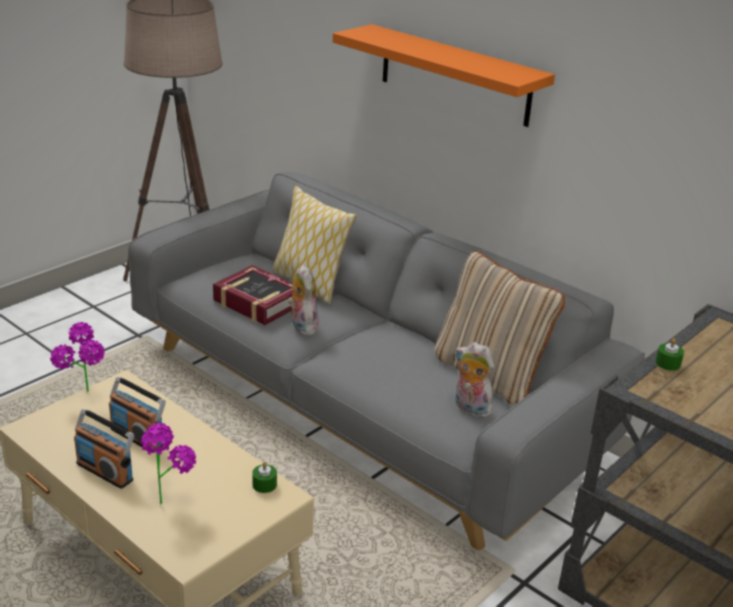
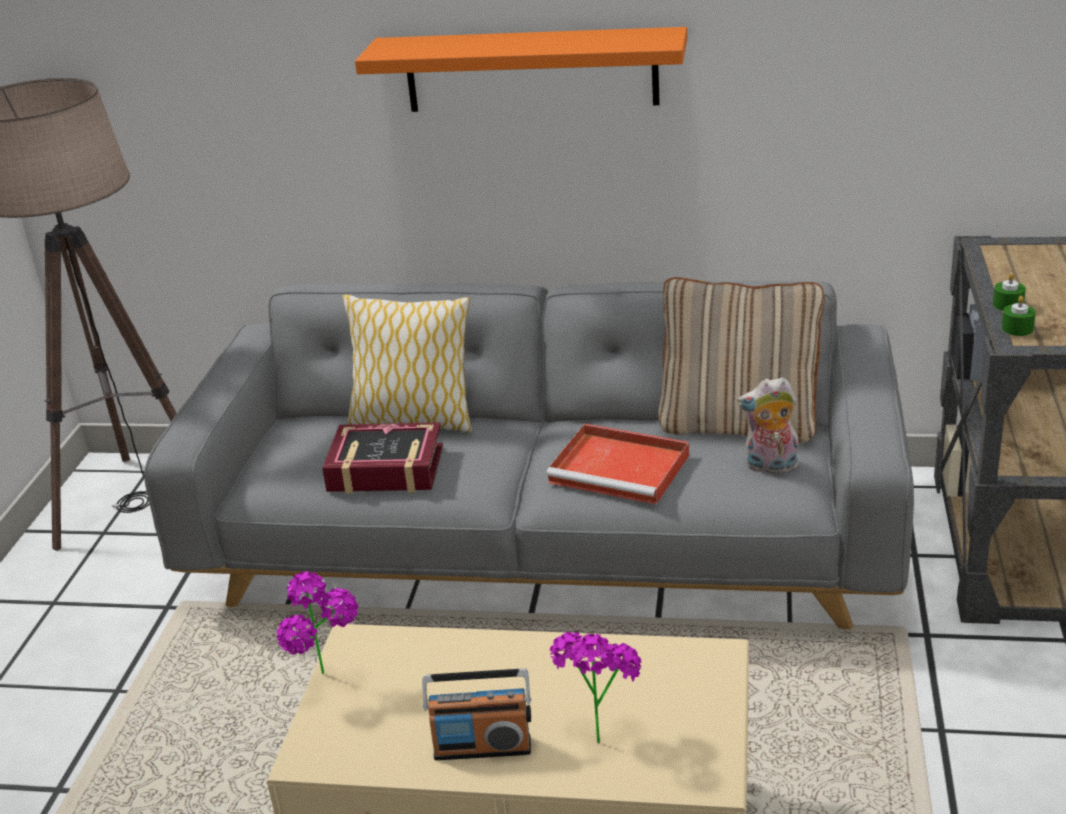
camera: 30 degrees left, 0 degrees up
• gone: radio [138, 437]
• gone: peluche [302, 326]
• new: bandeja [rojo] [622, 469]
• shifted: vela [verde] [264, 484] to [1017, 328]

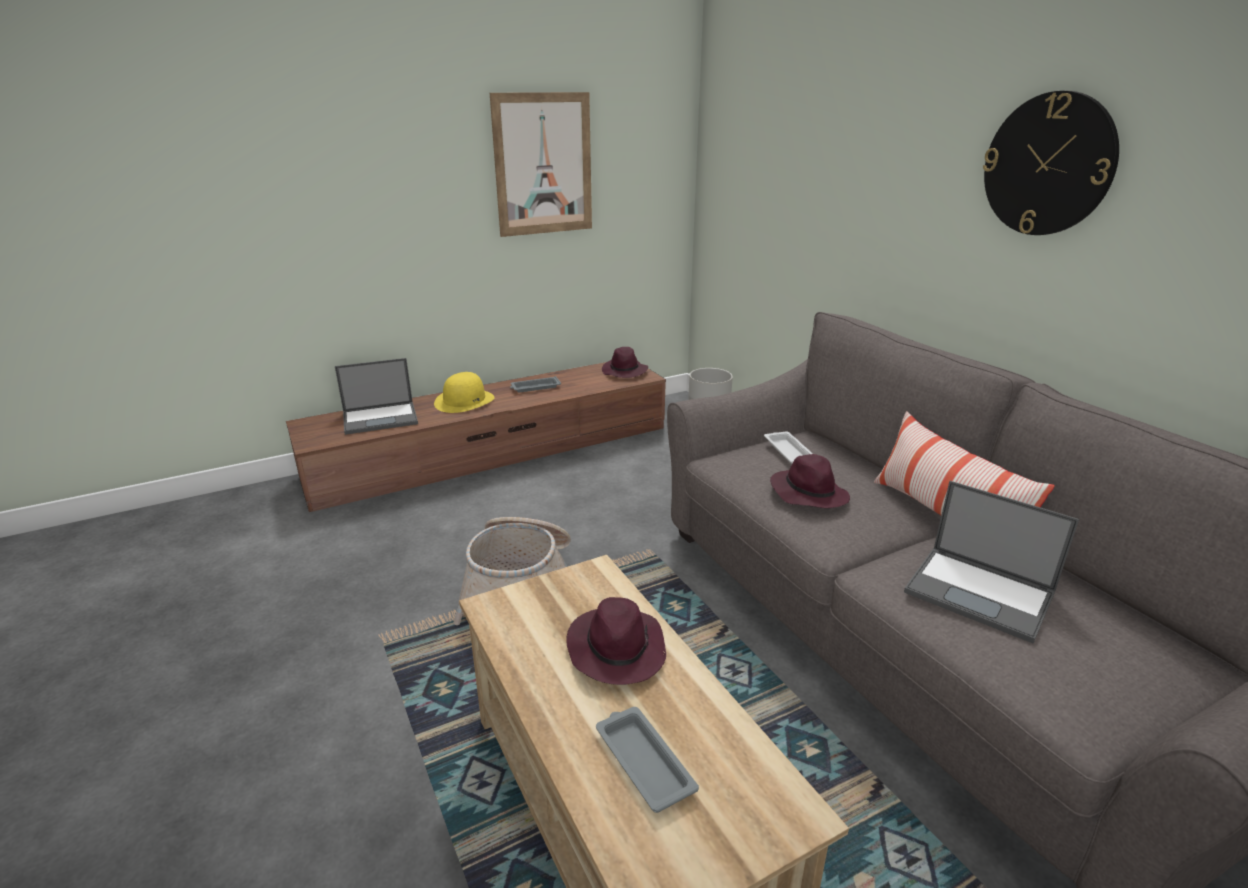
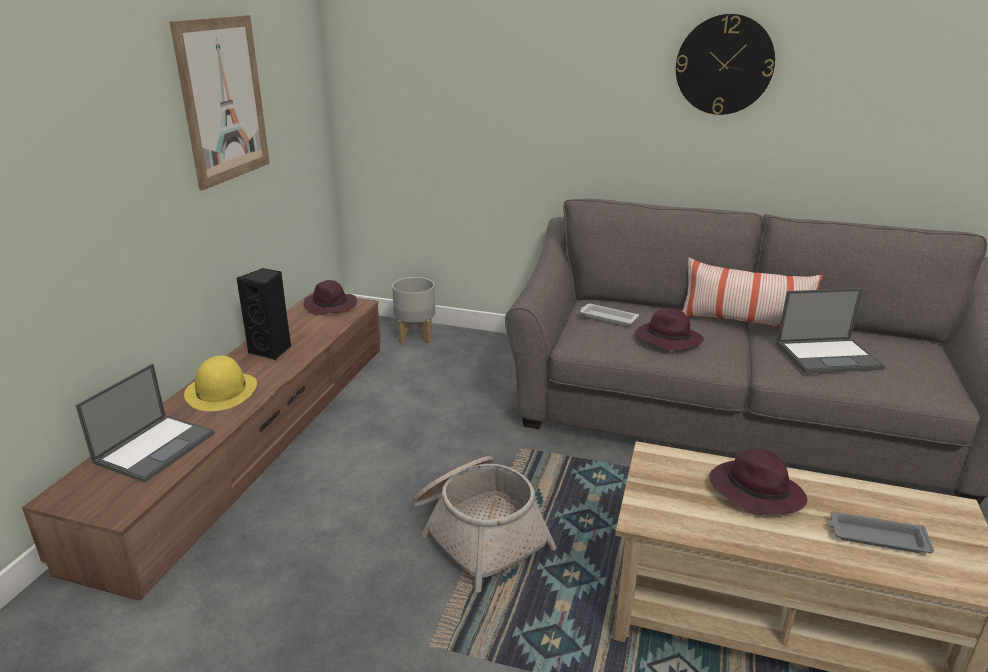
camera: 45 degrees left, 0 degrees up
• swapped: bandeja [gris] [535, 387] to altavoz [negro] [272, 350]

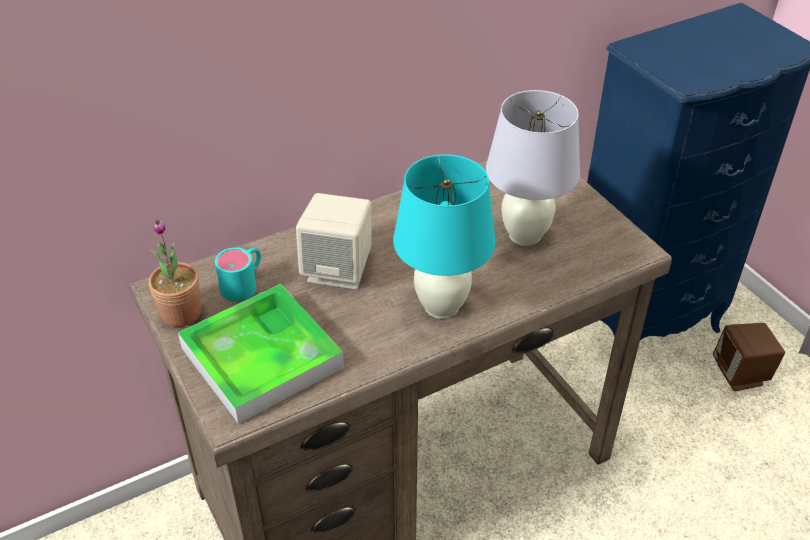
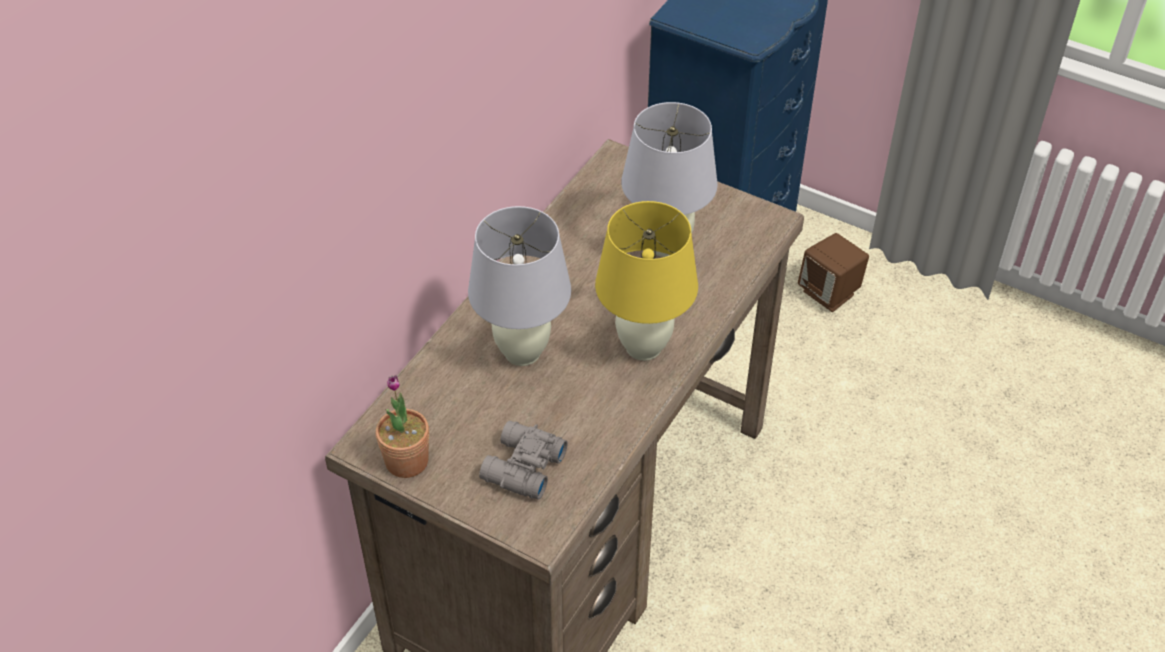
camera: 30 degrees left, 5 degrees up
• gone: taza grande [turquesa] [244, 283]
• swapped: bandeja [262, 358] to prismáticos [gris] [521, 468]
• swapped: altavoz [beis] [338, 270] to lámpara de mesa [blanco] [522, 352]
• repainted: lámpara de mesa [turquesa] [442, 306] to lámpara de mesa [amarillo] [644, 347]

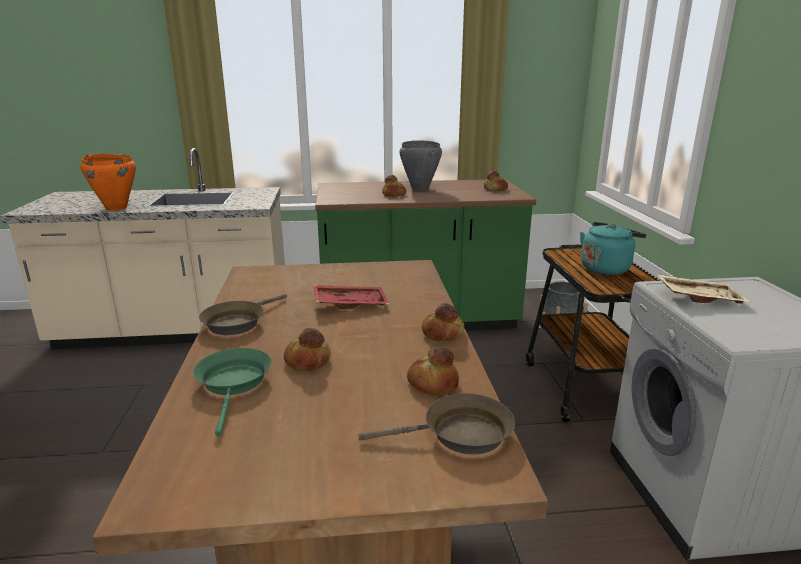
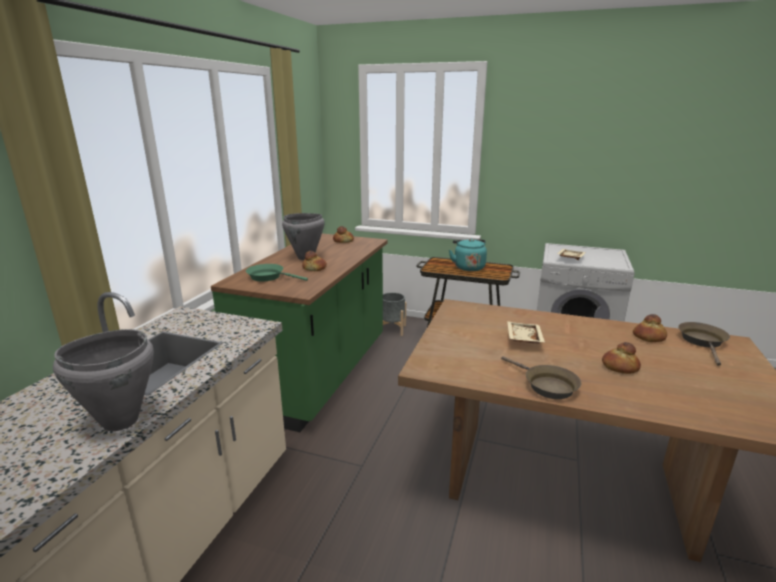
camera: 65 degrees left, 0 degrees up
• gone: pan [442, 333]
• shifted: sartén [verde] [234, 384] to [269, 277]
• repainted: olla [naranja] [116, 208] to olla [gris] [120, 421]
• repainted: bandeja [rojo] [350, 303] to bandeja [beis] [522, 339]

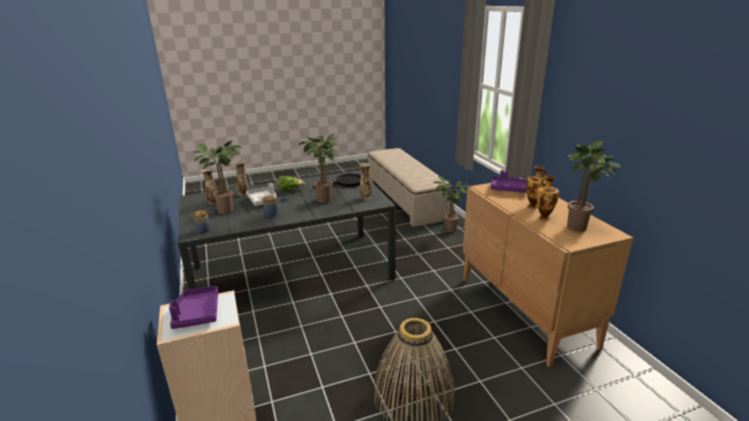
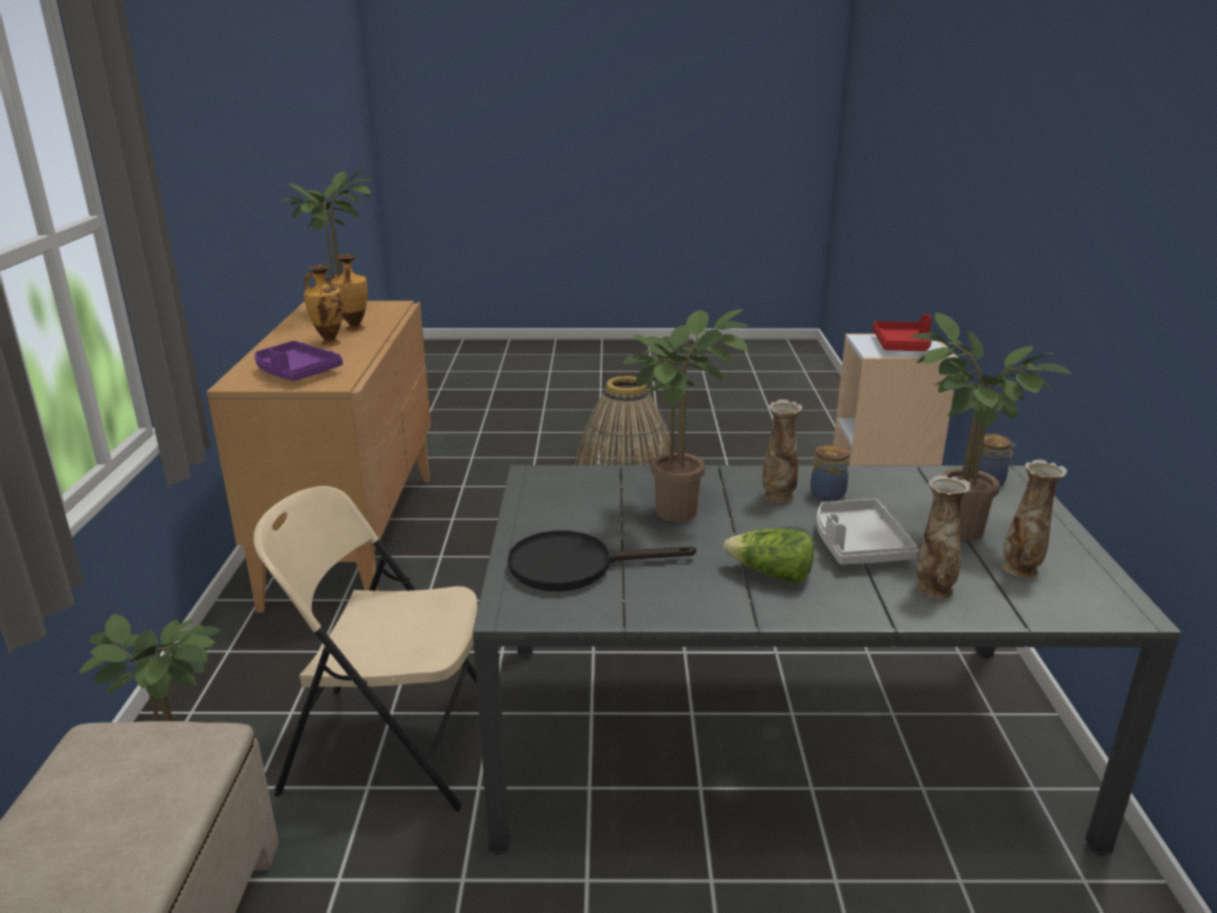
camera: 160 degrees left, 0 degrees up
• new: silla [beis] [392, 744]
• shifted: florero [366, 197] to [778, 497]
• repainted: bandeja [morado] [197, 313] to bandeja [rojo] [902, 346]

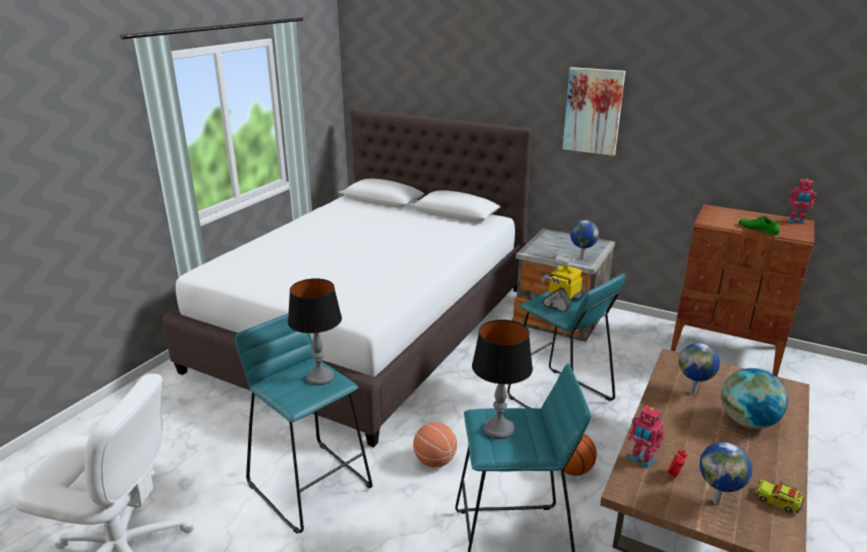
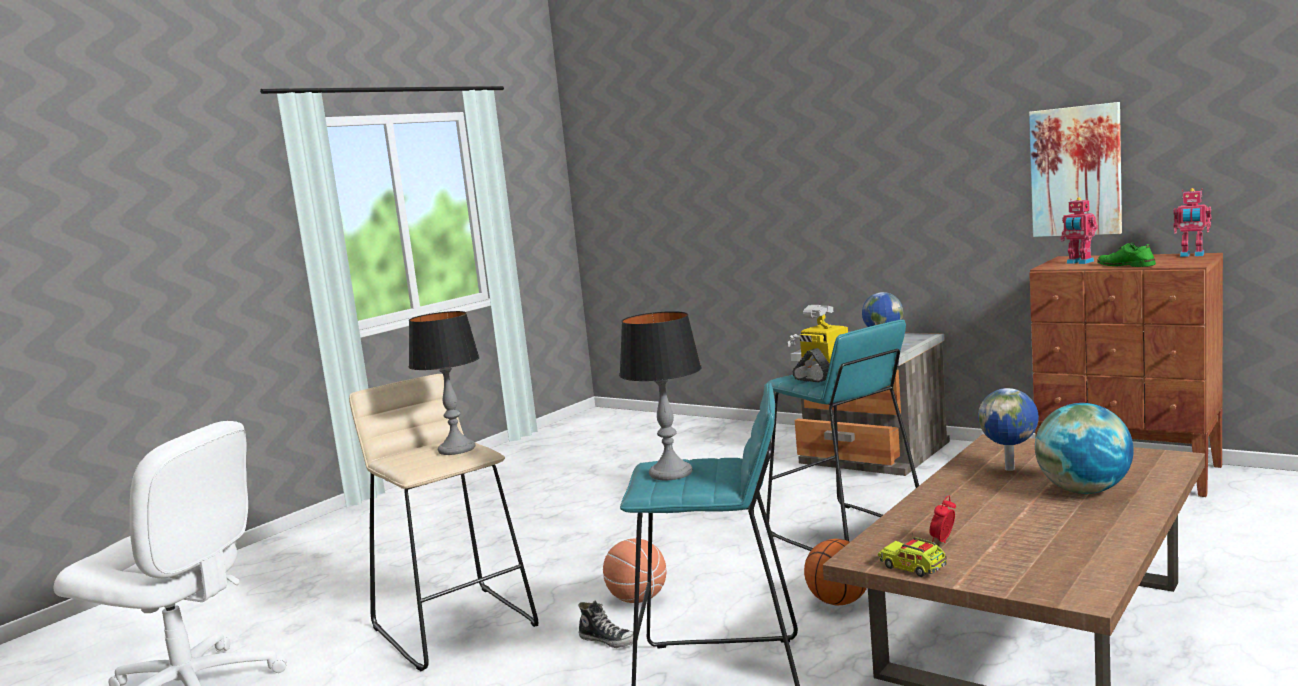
camera: 10 degrees right, 15 degrees down
• gone: cama [blanco] [369, 326]
• gone: globo terráqueo [717, 501]
• new: zapato [609, 641]
• shifted: cuadro [593, 111] to [1076, 171]
• shifted: robot de juguete [641, 460] to [1079, 262]
• shifted: camión de juguete [777, 501] to [913, 568]
• repainted: taburete [turquesa] [310, 484] to taburete [beis] [456, 625]

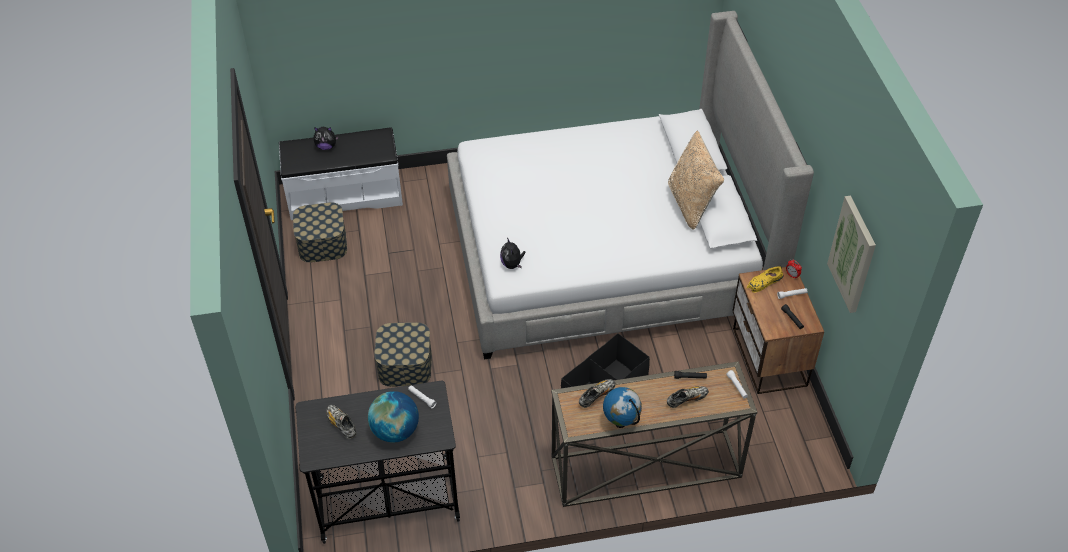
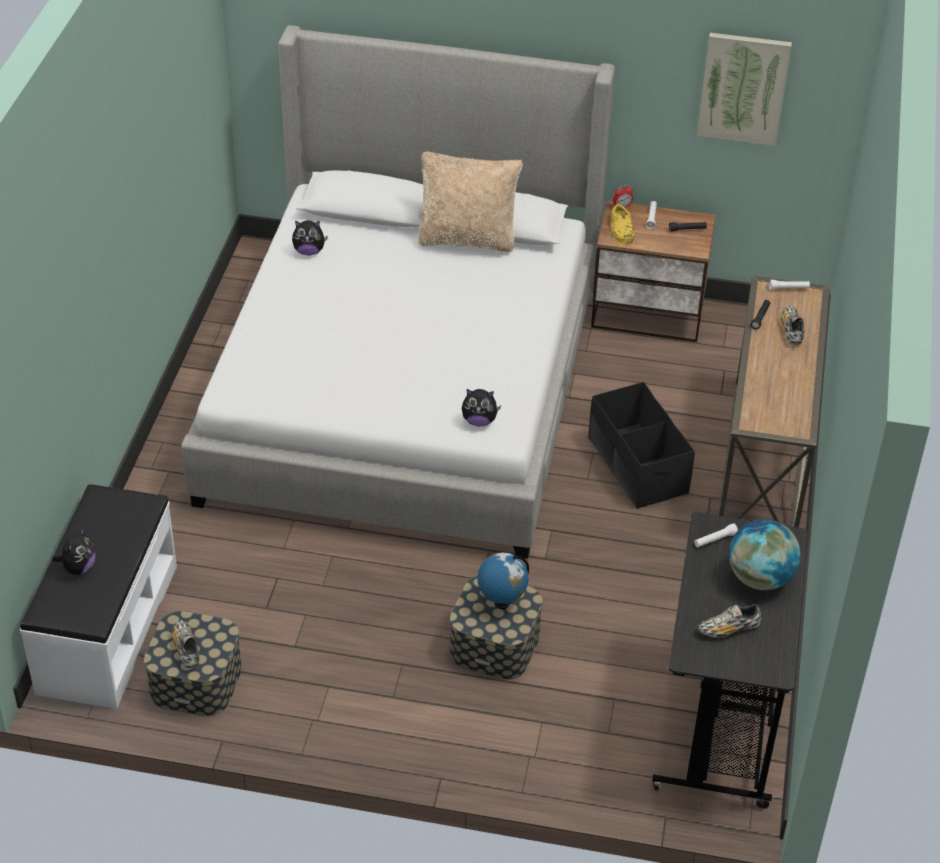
camera: 70 degrees left, 5 degrees down
• new: peluche [309, 251]
• shifted: zapato [596, 396] to [186, 649]
• shifted: globo terráqueo [621, 423] to [501, 603]

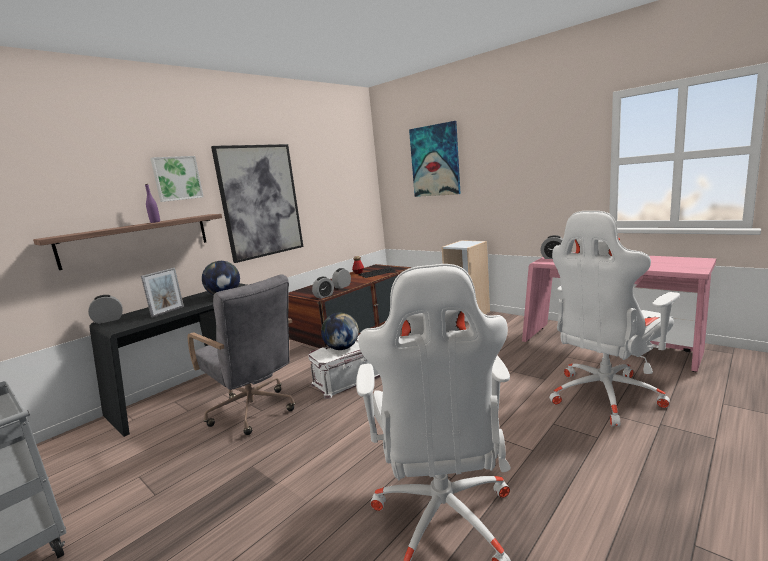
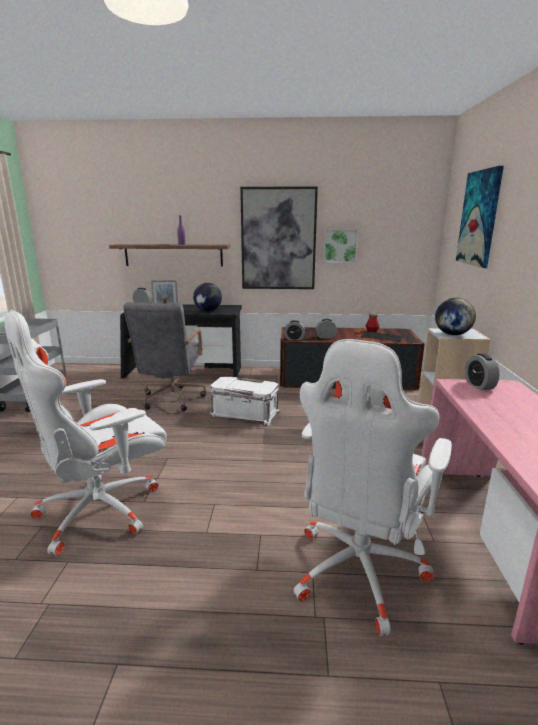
camera: 50 degrees right, 5 degrees up
• shifted: cuadro [177, 178] to [340, 246]
• shifted: globo terráqueo [342, 348] to [452, 334]
• rotated: silla de oficina [blanco] [609, 392] = [362, 562] 75 degrees counterclockwise

